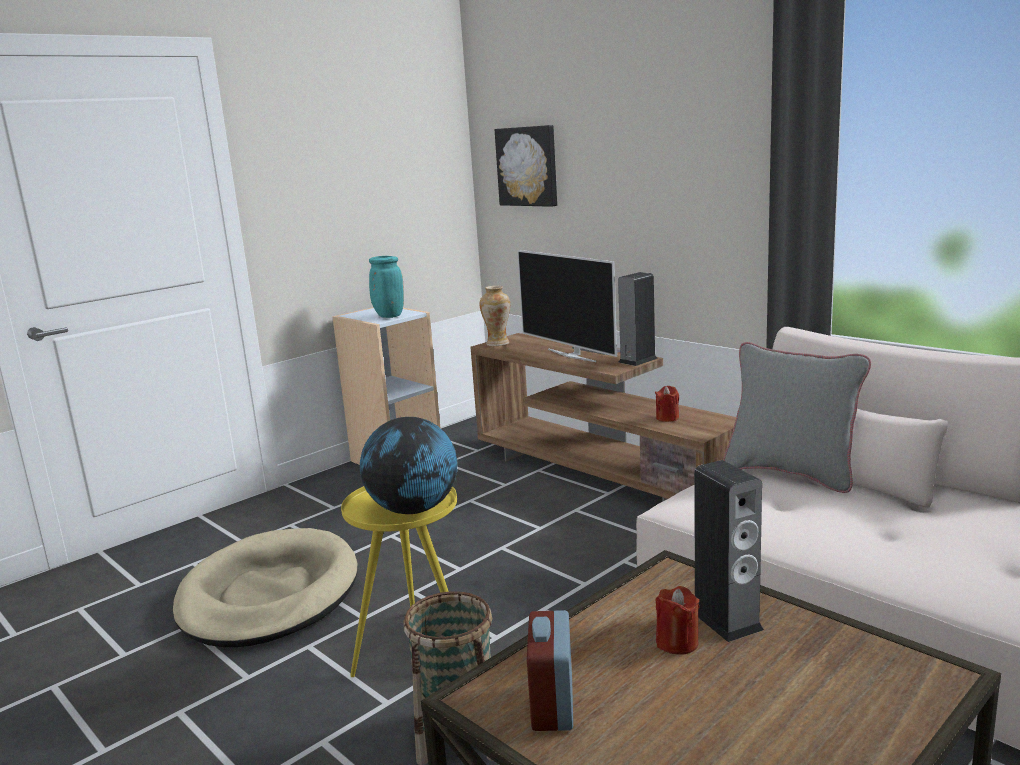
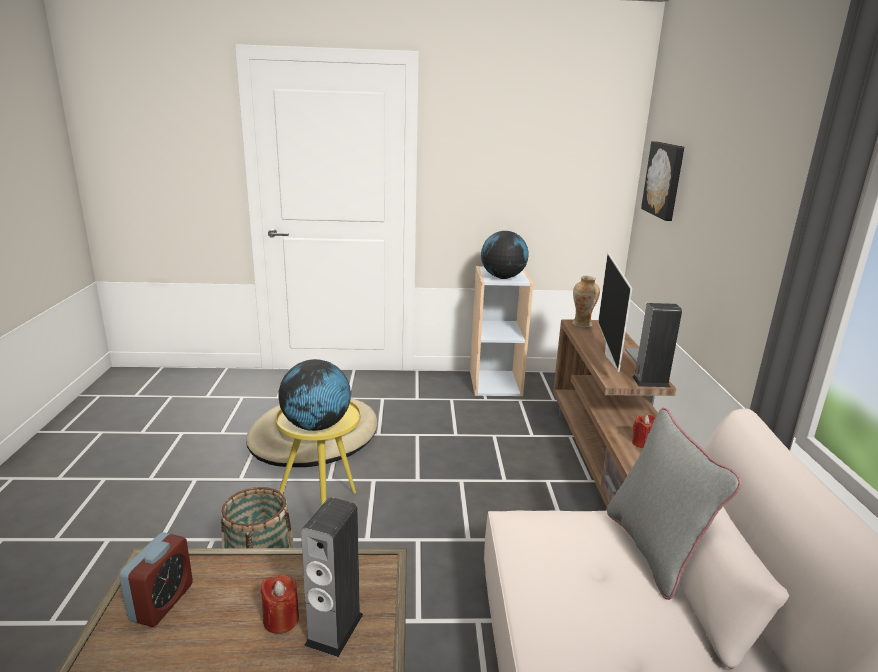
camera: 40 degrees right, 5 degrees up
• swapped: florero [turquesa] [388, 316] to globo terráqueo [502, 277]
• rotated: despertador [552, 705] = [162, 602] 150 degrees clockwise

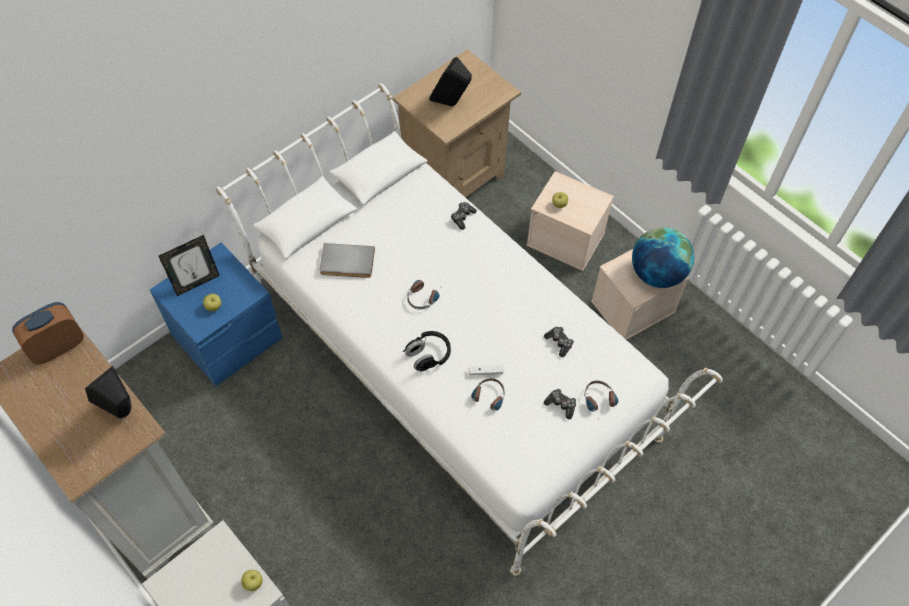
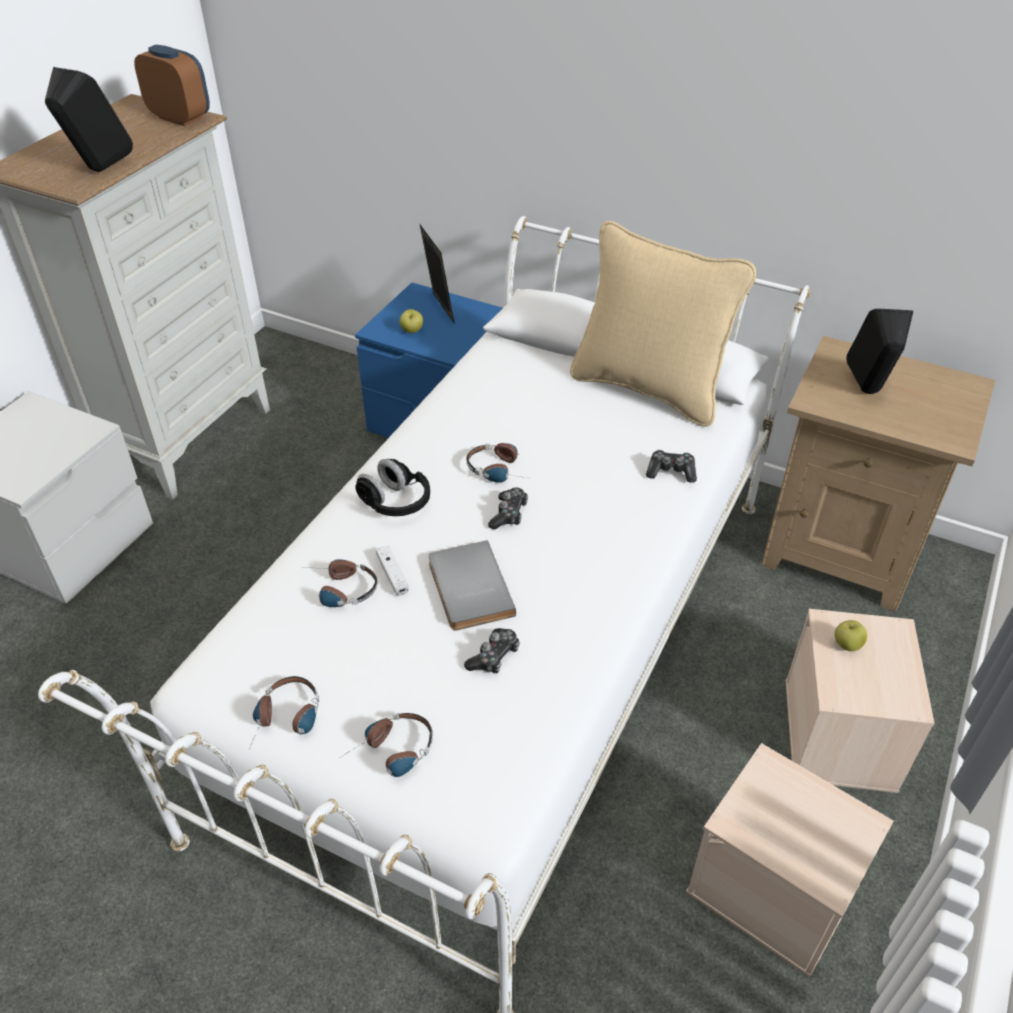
camera: 70 degrees right, 15 degrees down
• gone: manzana [253, 583]
• gone: globo terráqueo [656, 274]
• new: auriculares [286, 722]
• new: cojín [beis] [649, 388]
• shifted: libro [gris] [347, 263] to [467, 589]
• shifted: mando de consola [561, 405] to [509, 514]
• rotated: portarretratos [197, 283] = [439, 309] 150 degrees counterclockwise

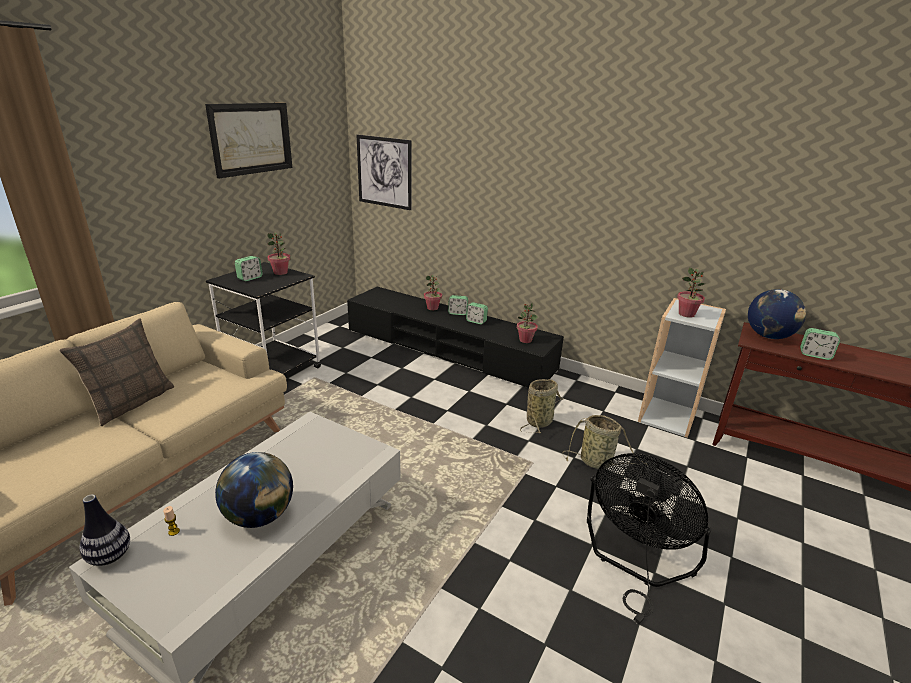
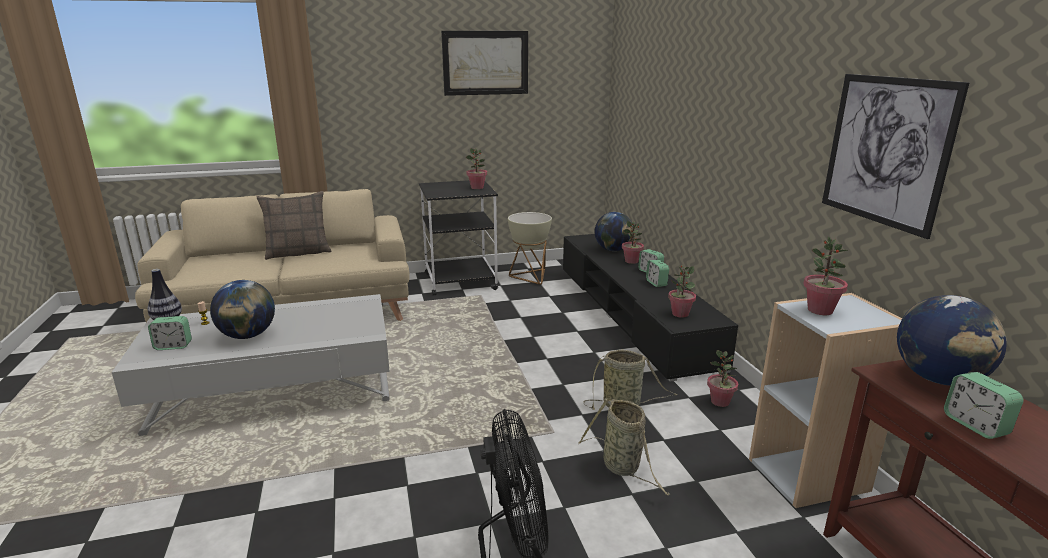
camera: 45 degrees right, 5 degrees down
• new: maceta [529, 276]
• new: globo terráqueo [613, 250]
• new: planta en maceta [720, 402]
• shifted: despertador [250, 278] to [173, 346]
• shifted: cuadro [384, 172] to [886, 151]

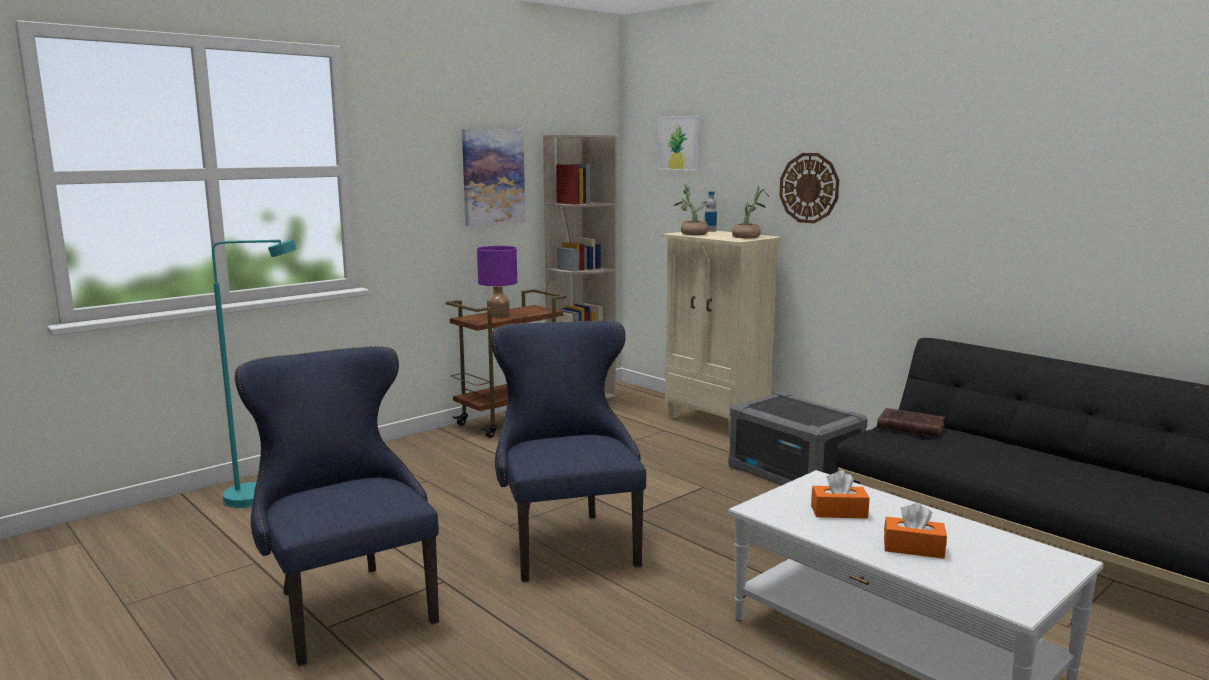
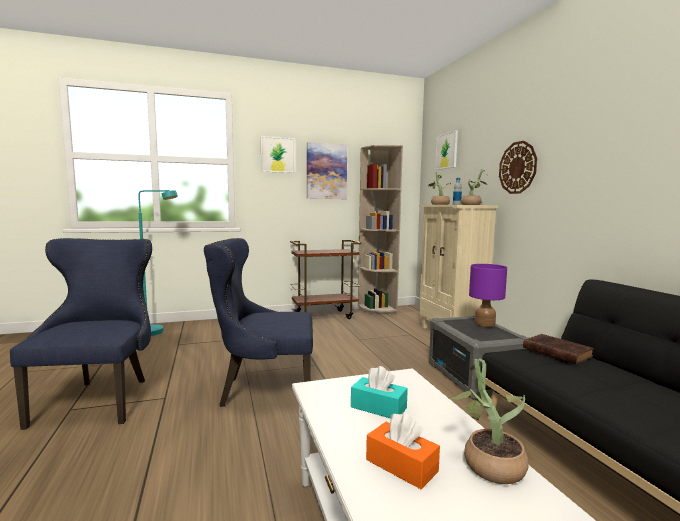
camera: 25 degrees right, 5 degrees down
• new: cuadro [278, 155]
• new: planta en maceta [487, 463]
• shifted: lámpara de mesa [morado] [499, 315] to [485, 324]
• repainted: caja de pañuelos [naranja] [839, 512] to caja de pañuelos [turquesa] [378, 407]
• rotated: silla [azul] [567, 542] = [264, 391] 105 degrees counterclockwise

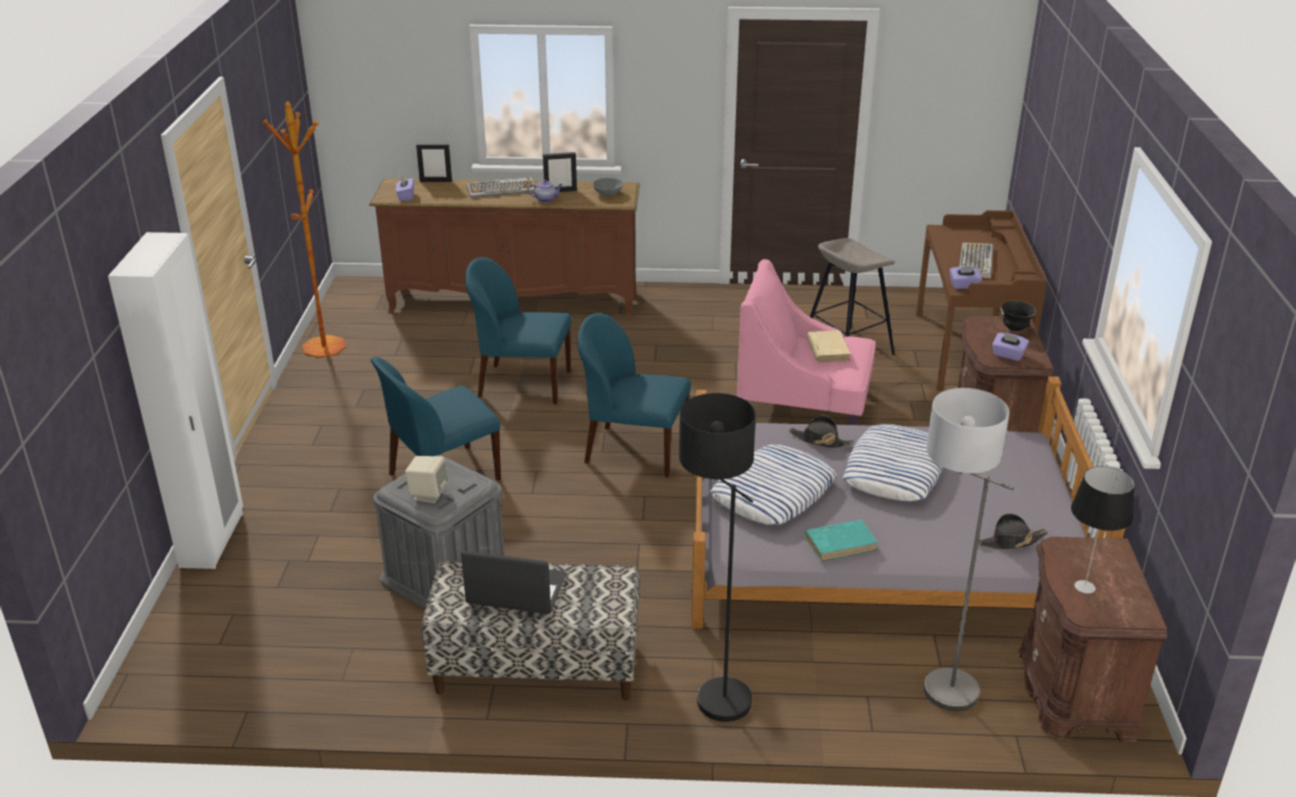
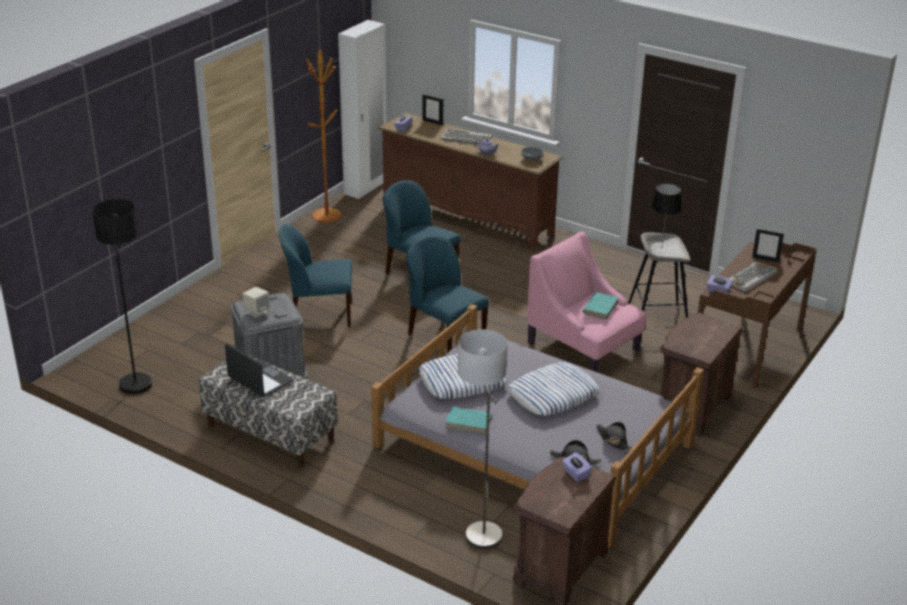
camera: 30 degrees right, 0 degrees up
• gone: cuenco [negro] [1014, 329]
• shifted: armario ropero [blanco] [213, 540] to [365, 188]
• shifted: portarretratos [560, 190] to [765, 258]
• shifted: lámpara de pie [negro] [713, 692] to [136, 379]
• shifted: sombrero [negro] [820, 440] to [613, 440]
• shifted: caja de pañuelos [morado] [1008, 355] to [575, 474]
• shifted: lámpara de mesa [1084, 587] to [661, 250]
• repainted: libro [beis] [827, 349] to libro [turquesa] [600, 307]

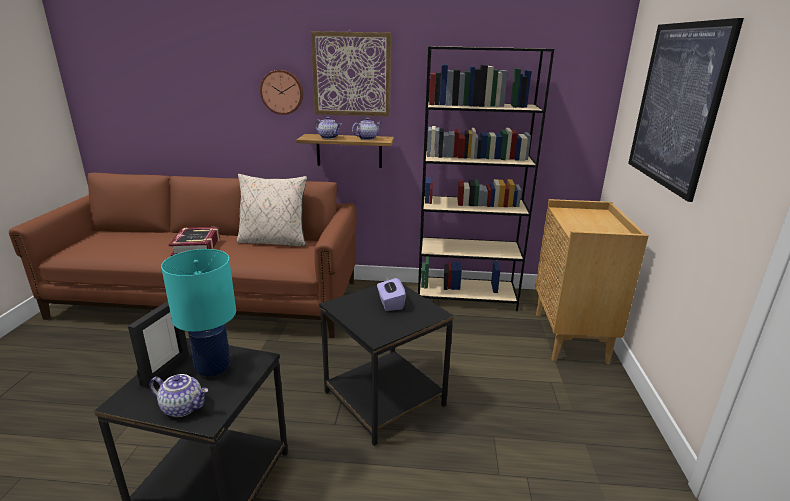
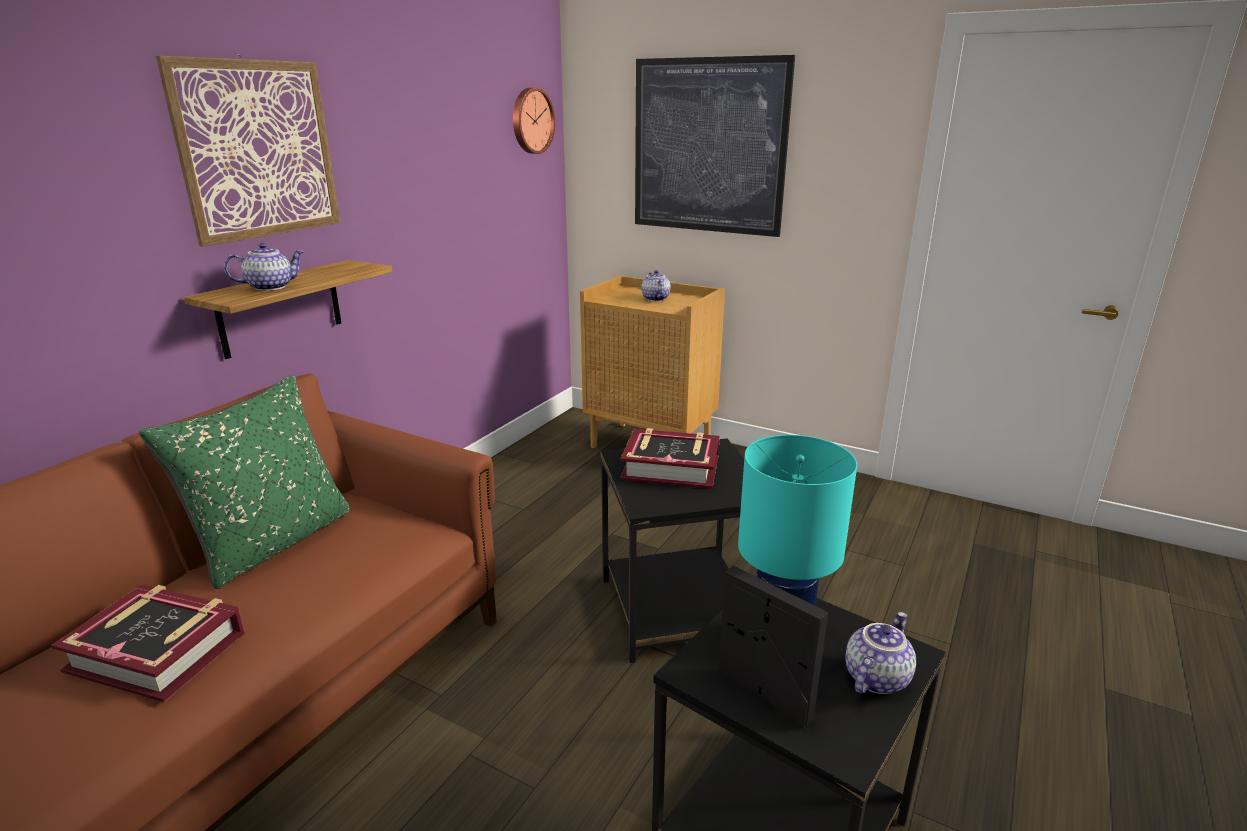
camera: 65 degrees left, 0 degrees up
• gone: estantería [beis] [466, 297]
• shifted: reloj de pared [282, 92] to [531, 121]
• shifted: tetera [367, 138] to [654, 299]
• swapped: caja de pañuelos [morado] [390, 303] to libro [671, 467]
• repainted: cojín [beis] [274, 241] to cojín [verde] [274, 542]

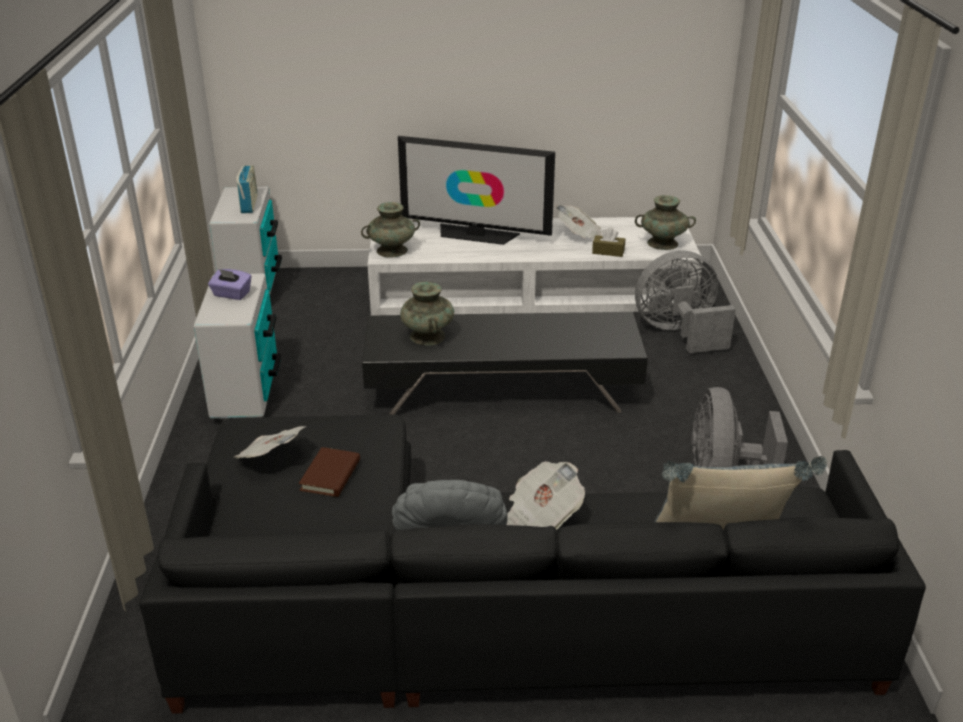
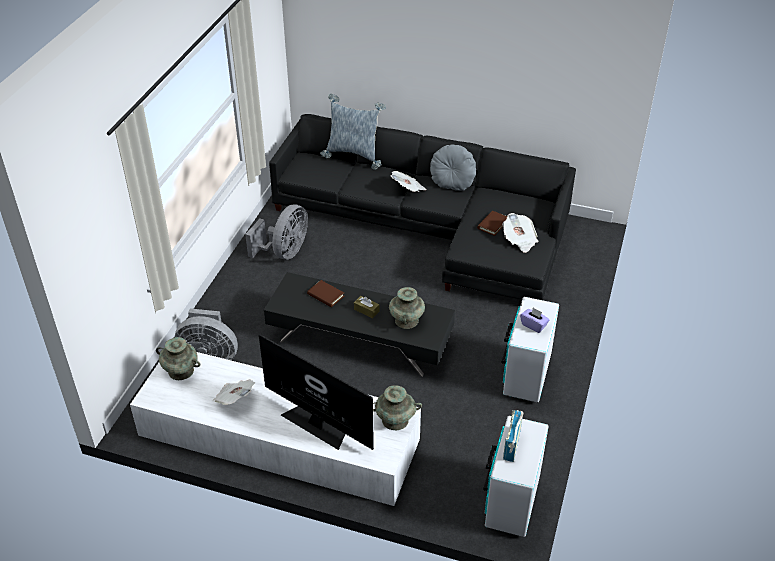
camera: 160 degrees left, 10 degrees up
• new: libro [marrón] [325, 295]
• shifted: caja de pañuelos [marrón] [608, 252] to [366, 310]

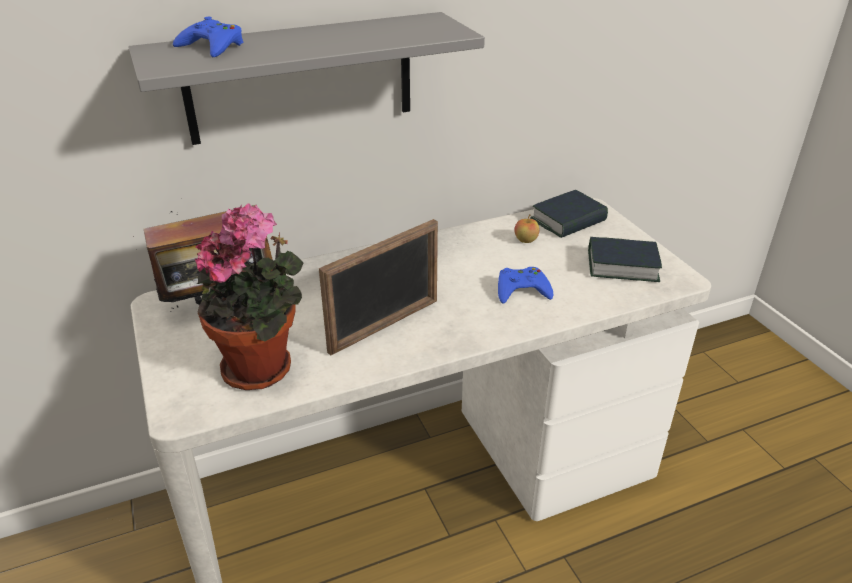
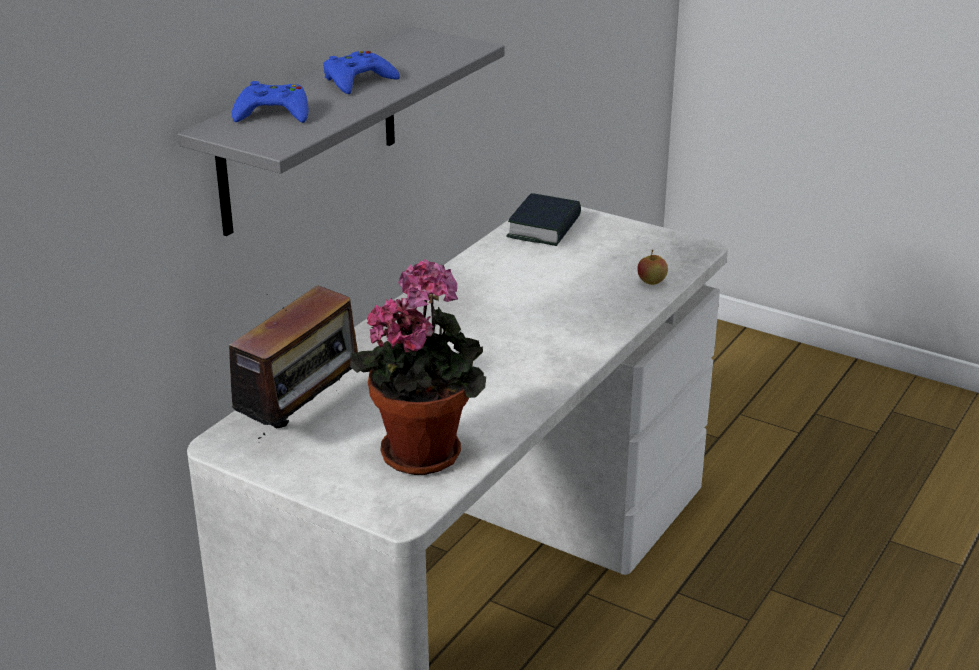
camera: 35 degrees left, 5 degrees down
• gone: portarretratos [385, 326]
• gone: libro [622, 266]
• shifted: mando de consola [azul] [522, 290] to [358, 80]
• shifted: manzana [525, 240] to [651, 282]

